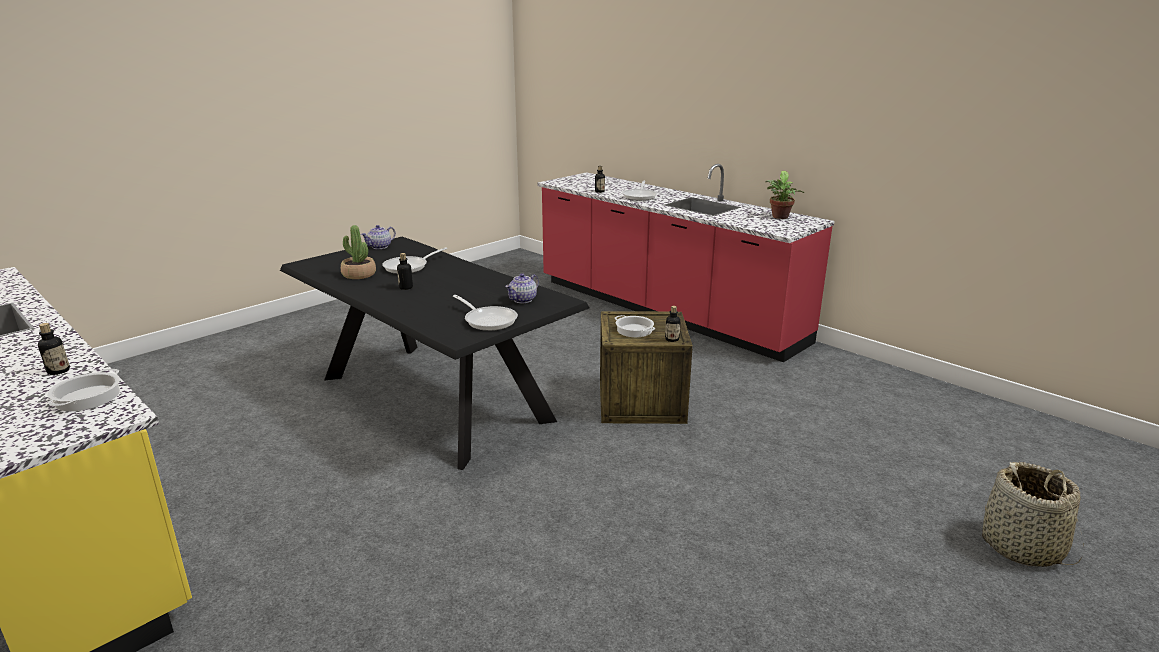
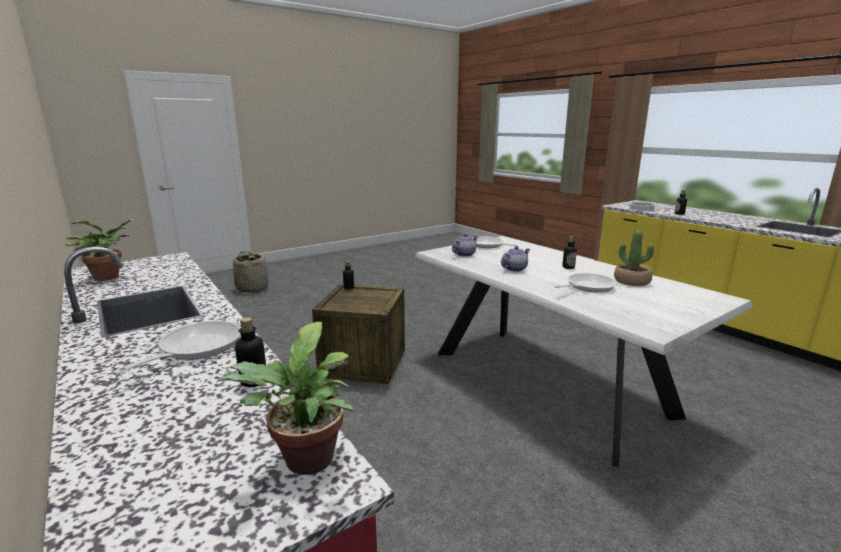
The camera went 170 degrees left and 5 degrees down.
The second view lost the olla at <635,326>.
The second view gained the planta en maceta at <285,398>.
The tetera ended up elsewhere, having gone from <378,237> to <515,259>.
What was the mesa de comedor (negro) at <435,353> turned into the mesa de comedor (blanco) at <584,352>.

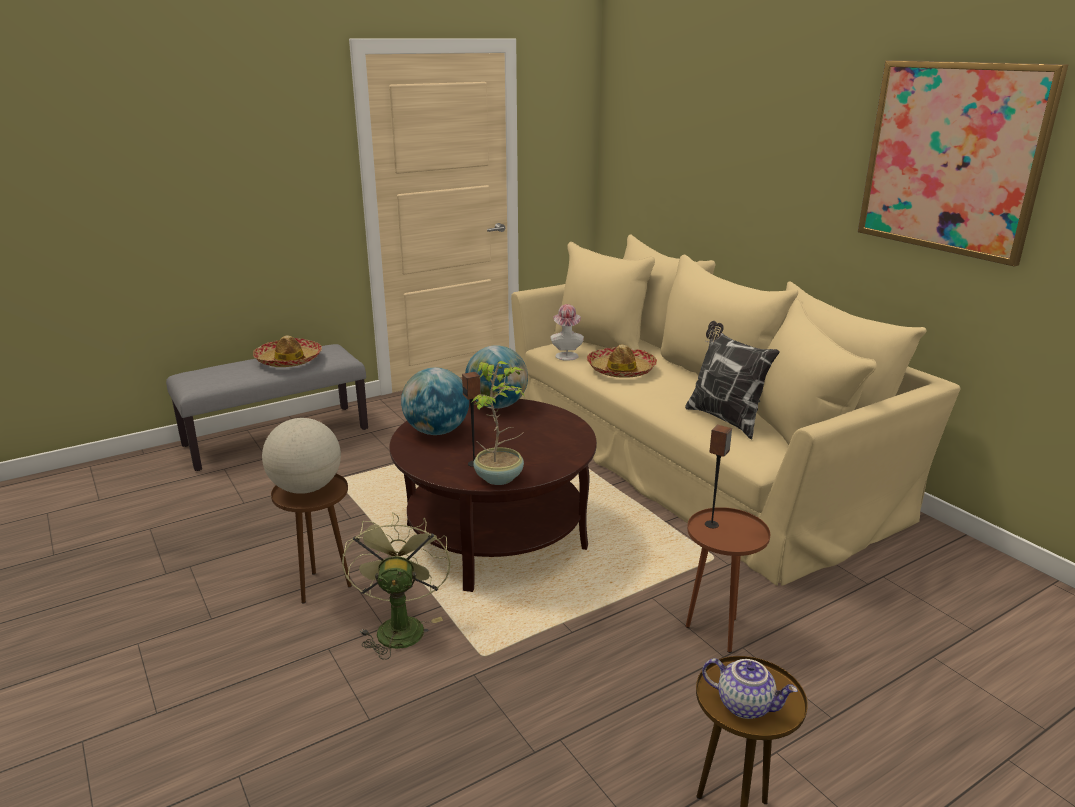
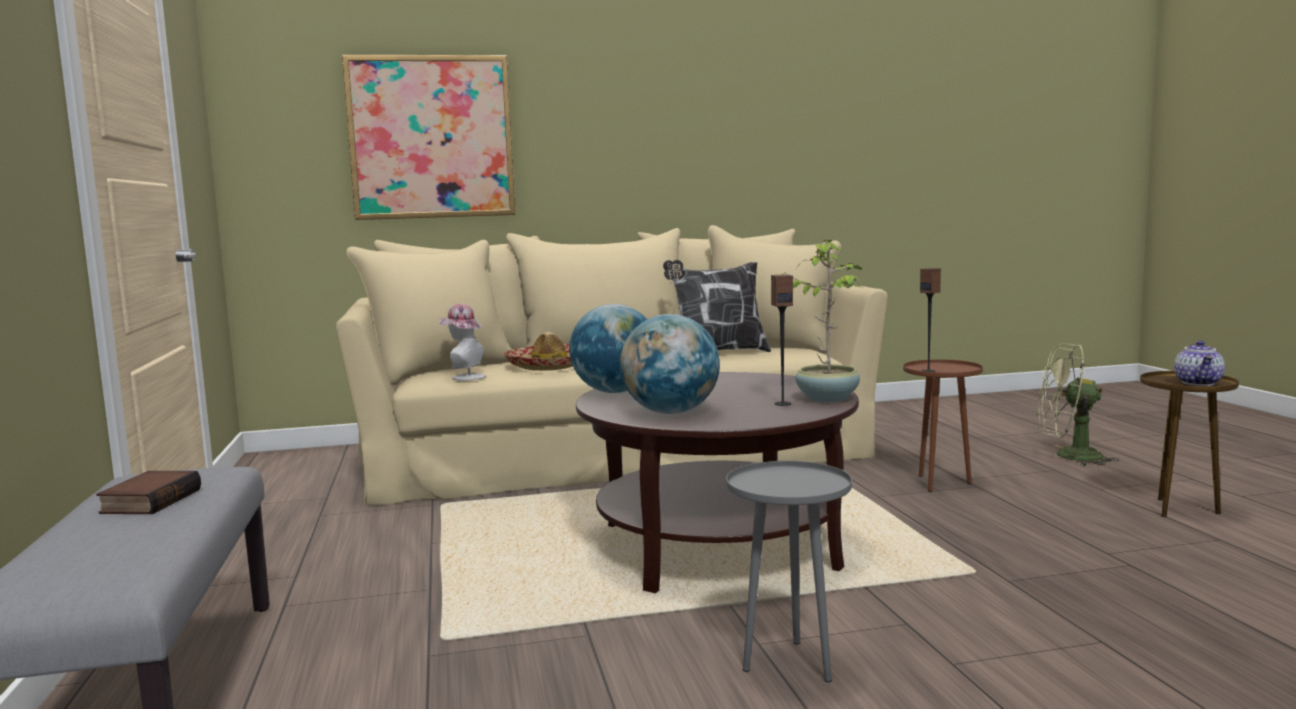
The camera went 70 degrees left and 15 degrees down.
The second view lost the globo terráqueo at <301,456>.
The ventilador (verde) ended up elsewhere, having gone from <396,586> to <1078,404>.
The cuadro ended up elsewhere, having gone from <963,163> to <428,137>.
Where the sombrero stood at <287,351>, the libro came to stand at <148,492>.
What was the mesa auxiliar (marrón) at <311,539> turned into the mesa auxiliar (gris) at <789,571>.
The tetera at <750,688> ended up facing another way, 150 degrees clockwise from before.

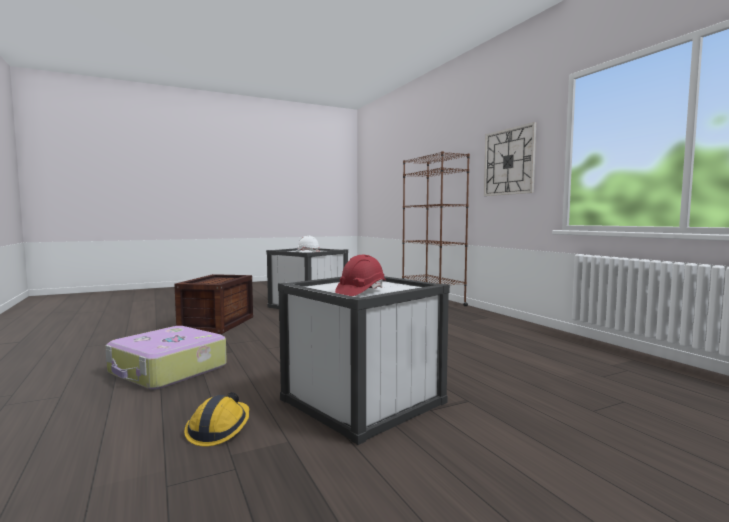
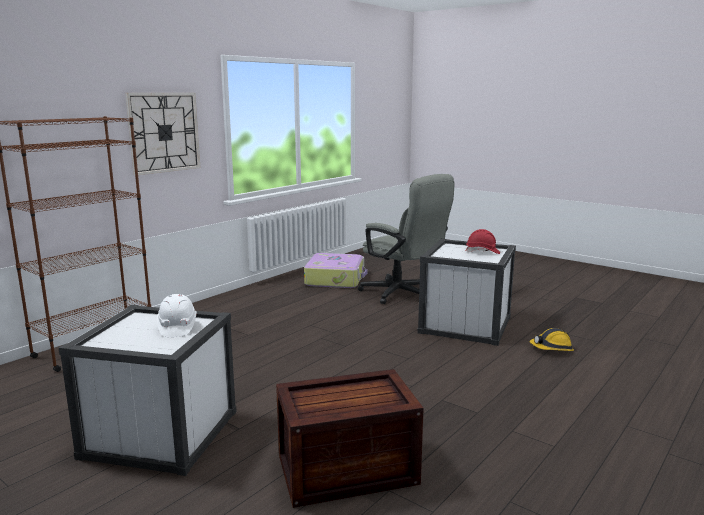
The camera went 115 degrees left and 10 degrees up.
The second view gained the silla de oficina (gris) at <406,239>.
The maleta ended up elsewhere, having gone from <166,357> to <336,270>.

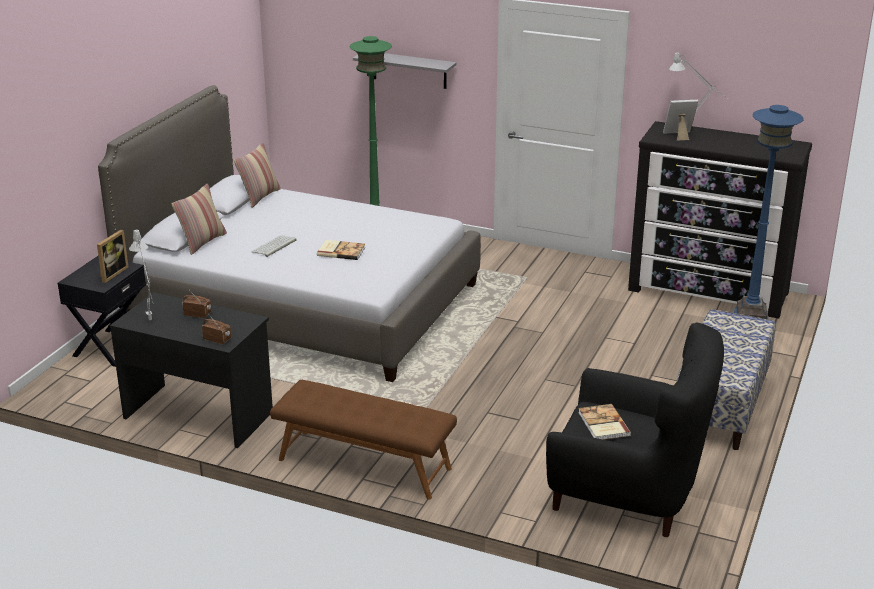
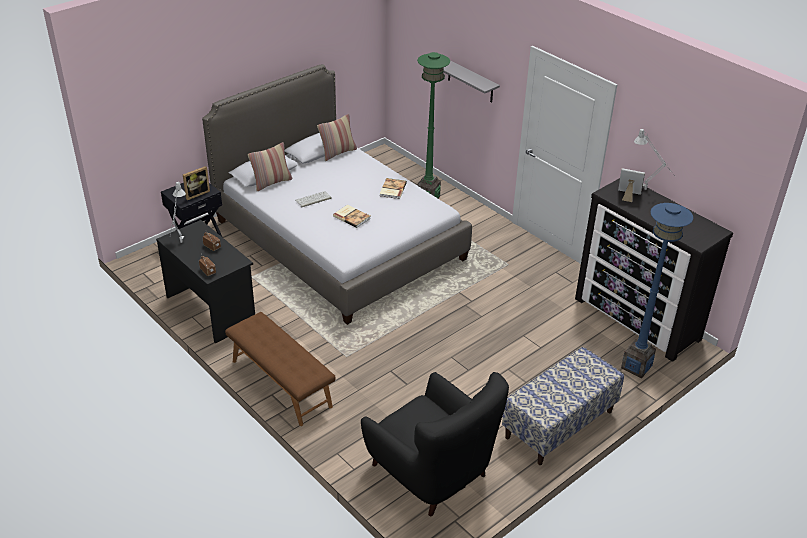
The camera went 25 degrees right and 10 degrees up.
The libro ended up elsewhere, having gone from <604,422> to <393,188>.

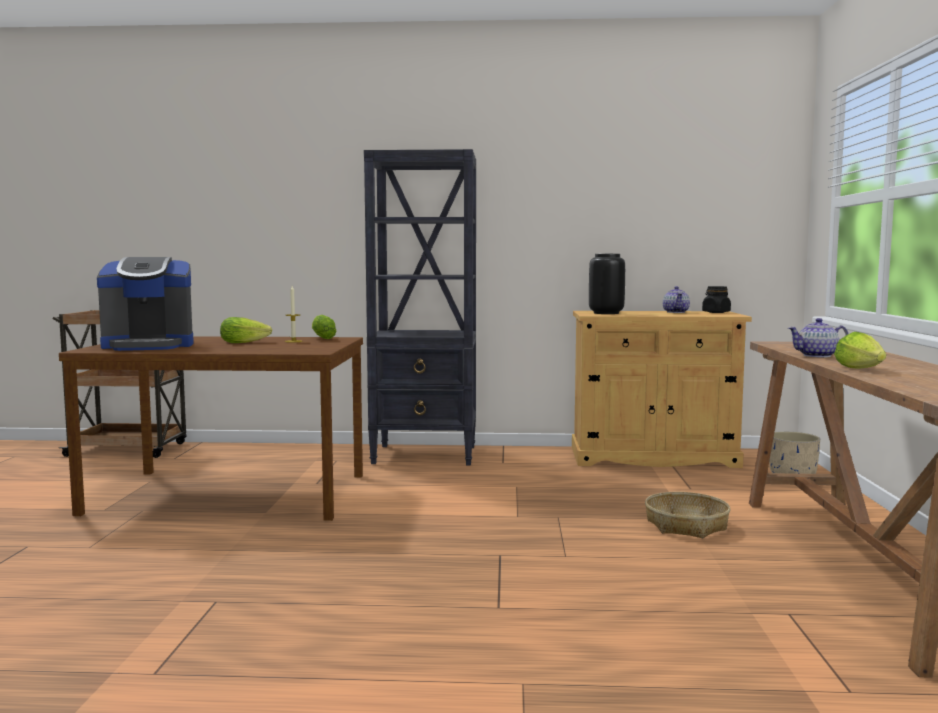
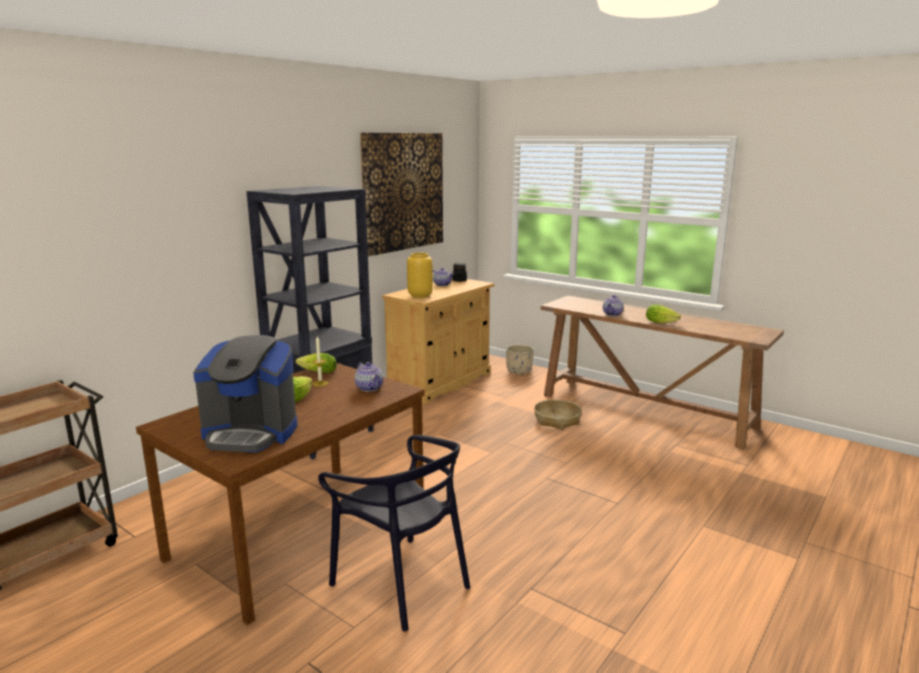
The camera went 55 degrees left and 10 degrees up.
The second view gained the silla (negro) at <394,533>.
The second view gained the tetera at <369,377>.
The second view gained the cuadro at <401,194>.
What was the florero (negro) at <607,284> turned into the florero (amarillo) at <420,275>.
The cafetera at <145,304> ended up facing another way, 75 degrees clockwise from before.

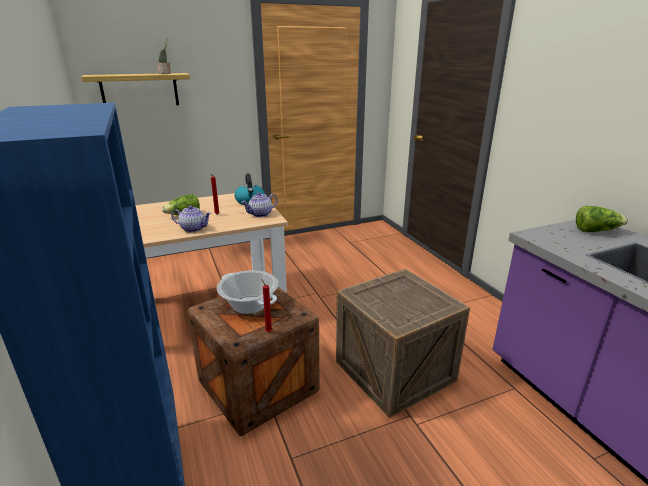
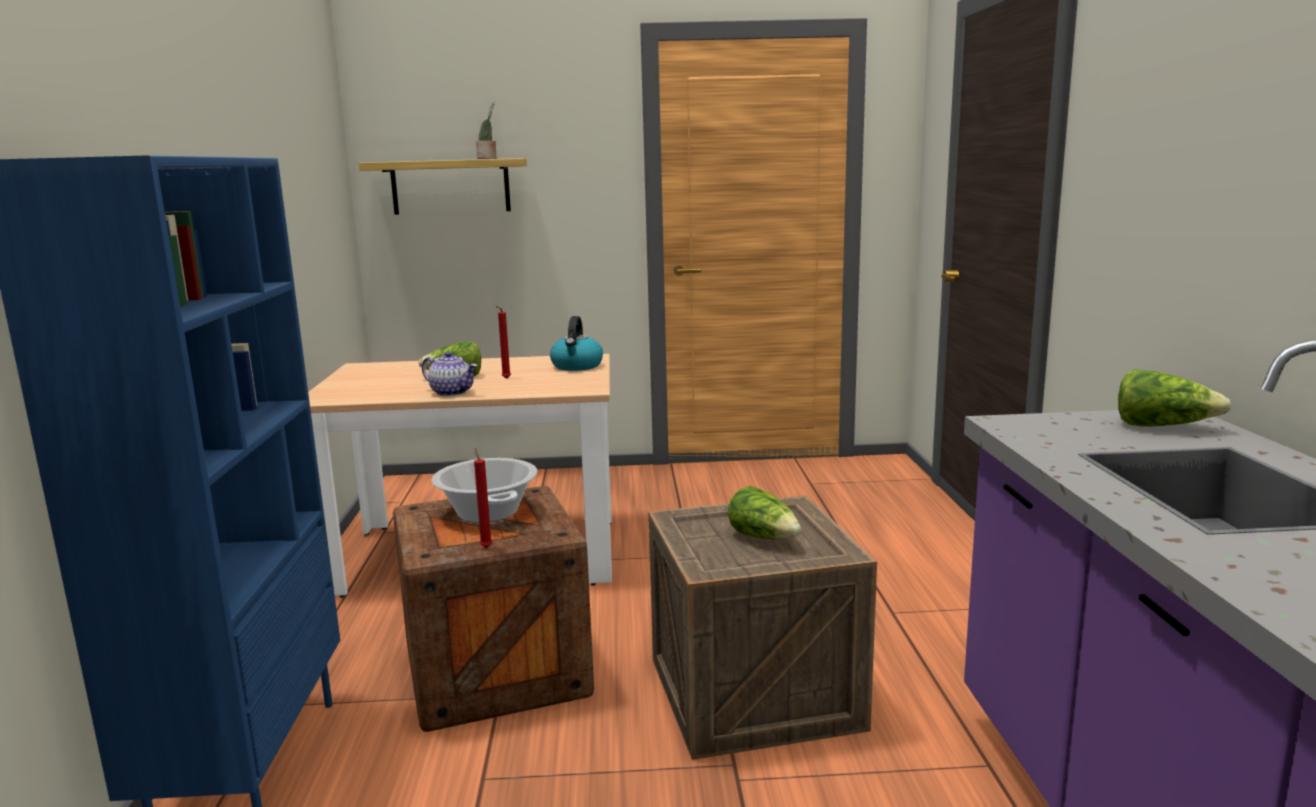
The camera went 20 degrees right and 10 degrees down.
The second view lost the tetera at <260,204>.
The second view gained the lechuga at <764,512>.

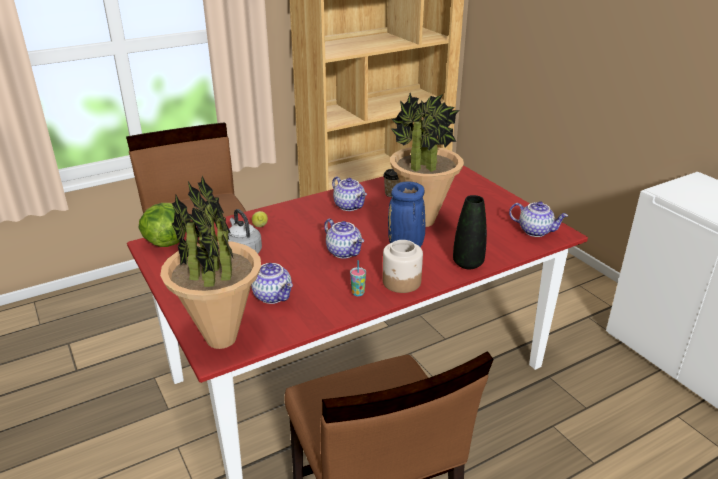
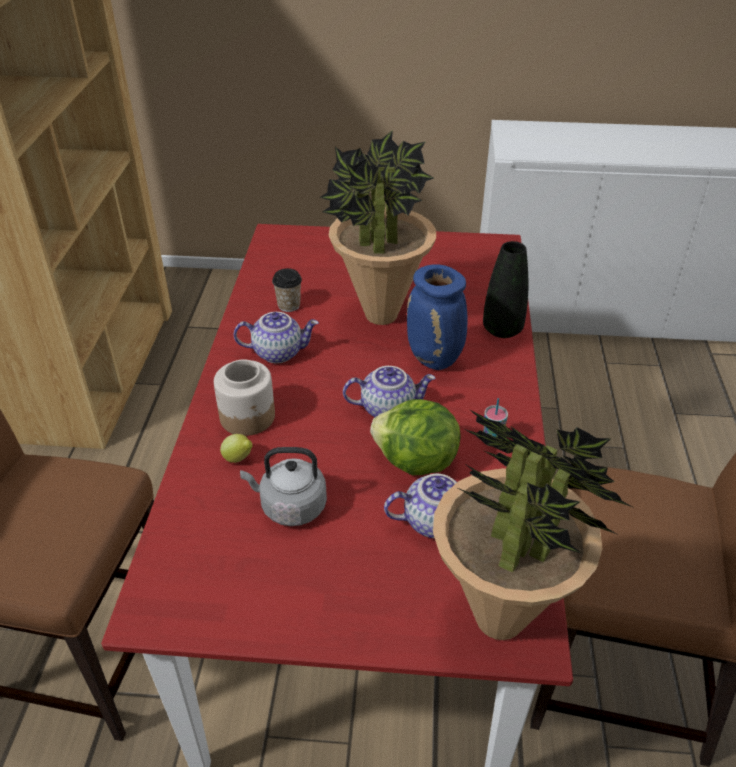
The camera went 55 degrees left and 10 degrees up.
The second view lost the tetera at <538,219>.
The lechuga ended up elsewhere, having gone from <162,225> to <415,437>.
The tarro ended up elsewhere, having gone from <402,266> to <244,397>.

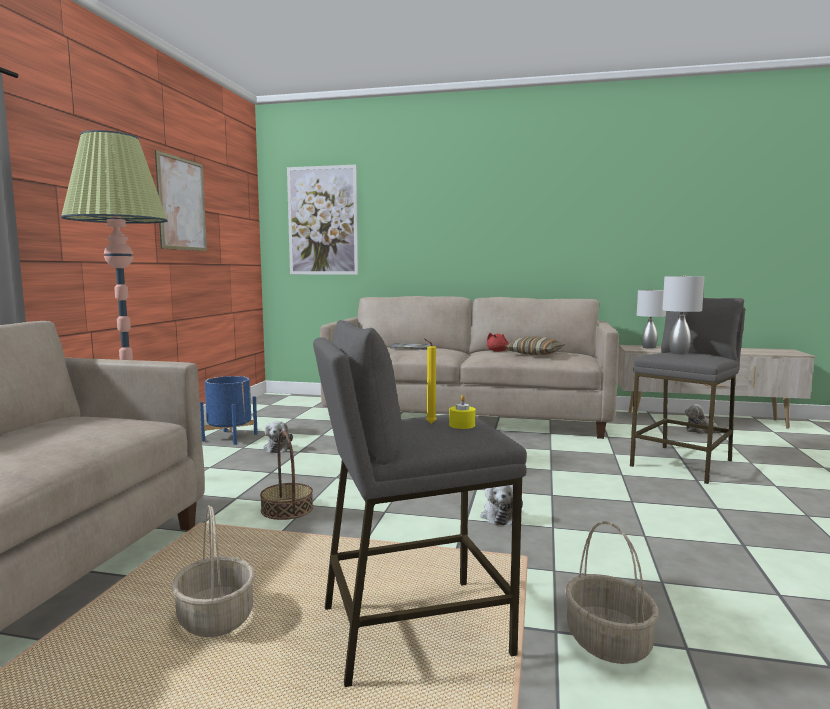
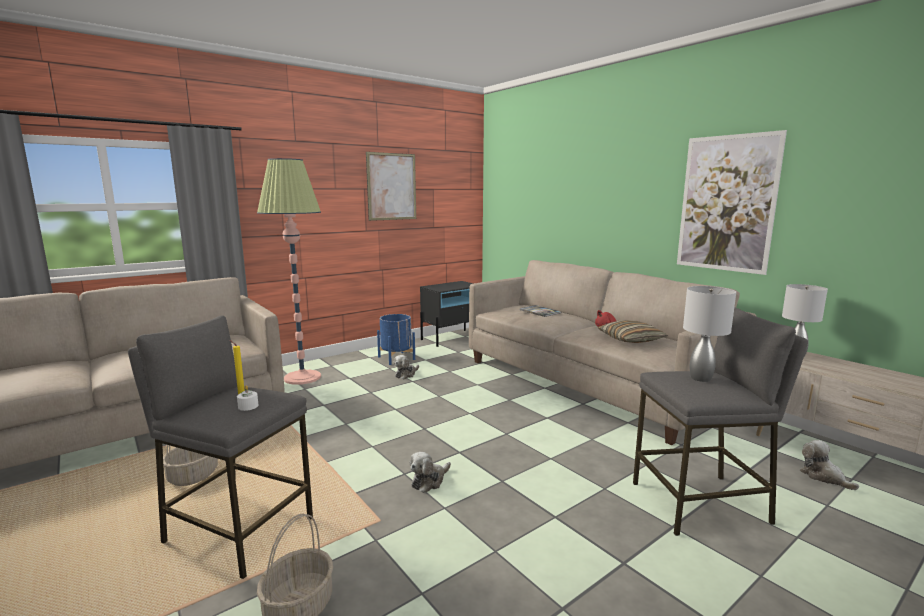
The camera went 40 degrees right and 5 degrees up.
The second view lost the cesta at <286,475>.
The second view gained the mesita de noche (negro) at <447,314>.
The cuadro ended up elsewhere, having gone from <322,219> to <732,202>.
What was the vela (amarillo) at <462,412> turned into the vela (blanco) at <247,398>.

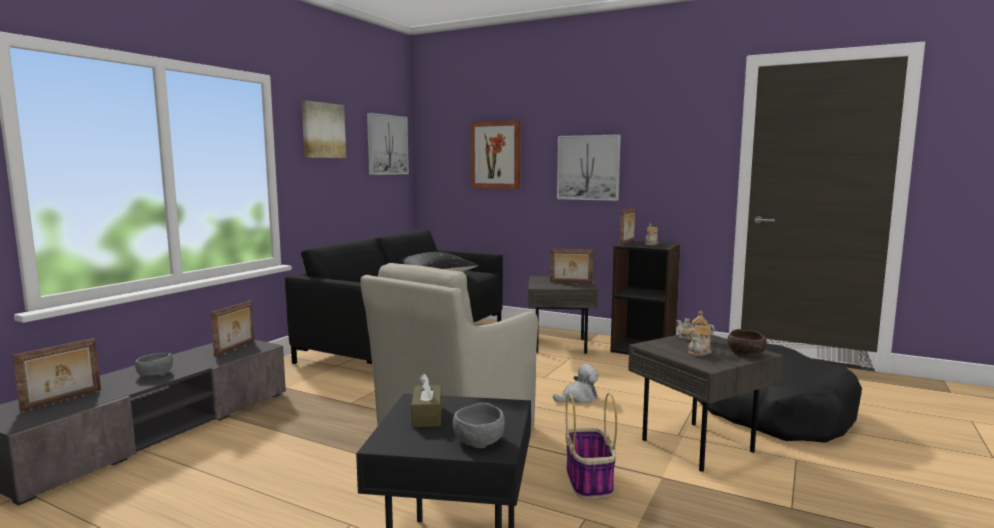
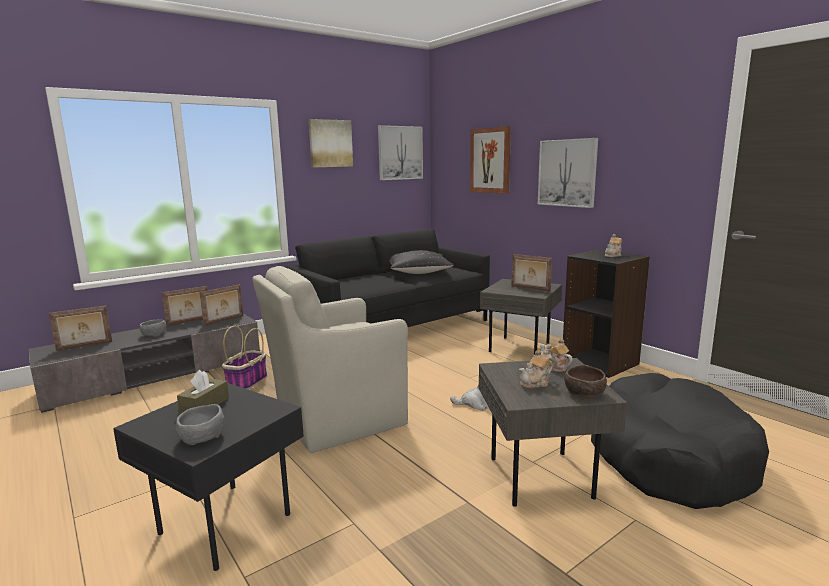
The camera went 25 degrees right and 5 degrees up.
The cesta ended up elsewhere, having gone from <591,446> to <244,357>.
The portarretratos ended up elsewhere, having gone from <628,227> to <185,306>.

